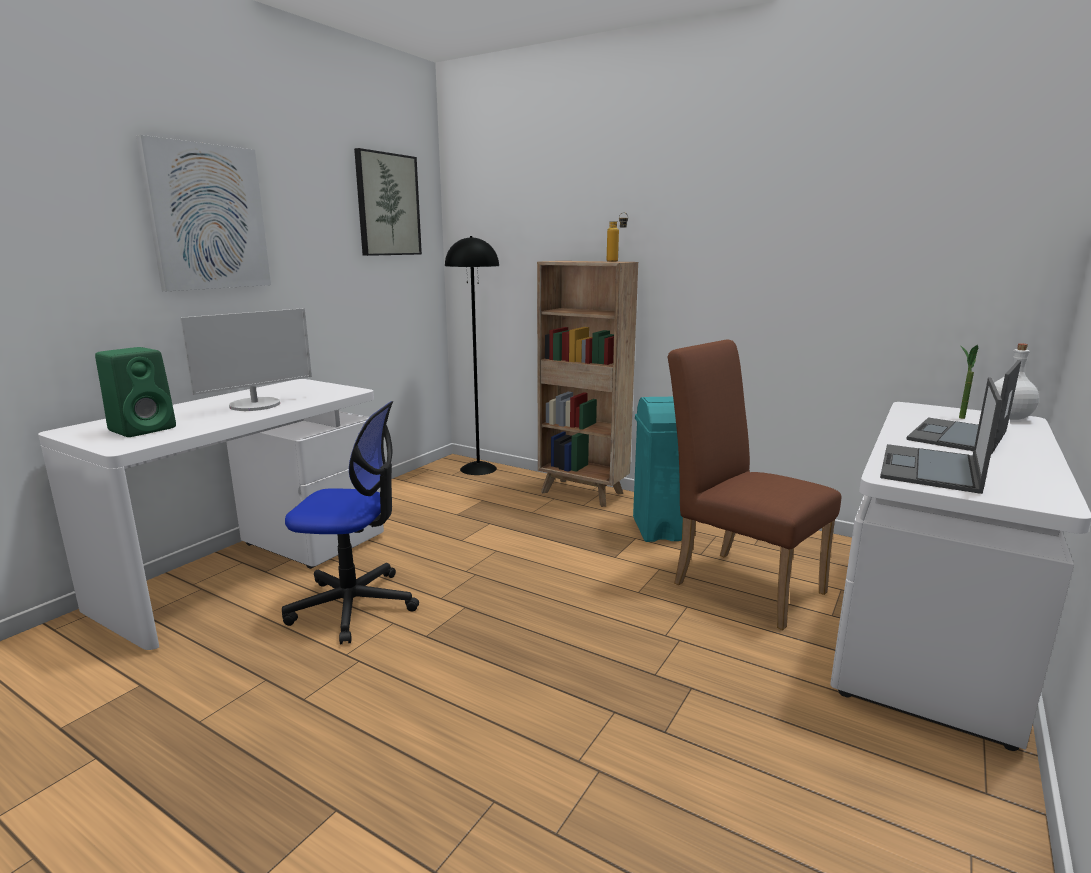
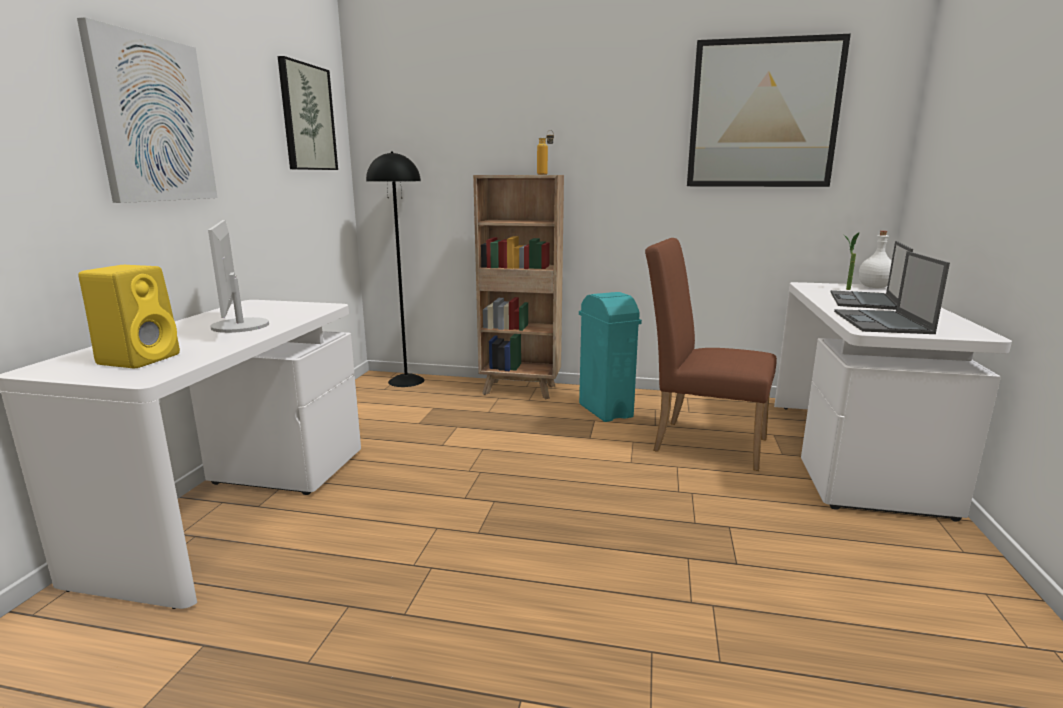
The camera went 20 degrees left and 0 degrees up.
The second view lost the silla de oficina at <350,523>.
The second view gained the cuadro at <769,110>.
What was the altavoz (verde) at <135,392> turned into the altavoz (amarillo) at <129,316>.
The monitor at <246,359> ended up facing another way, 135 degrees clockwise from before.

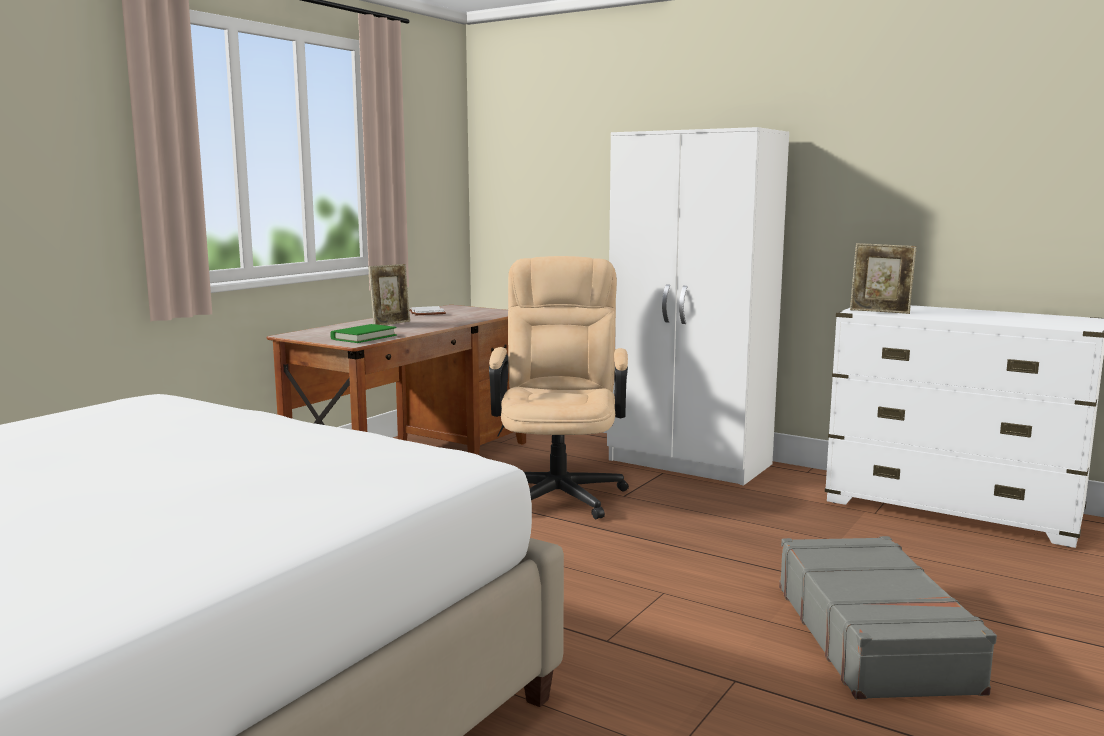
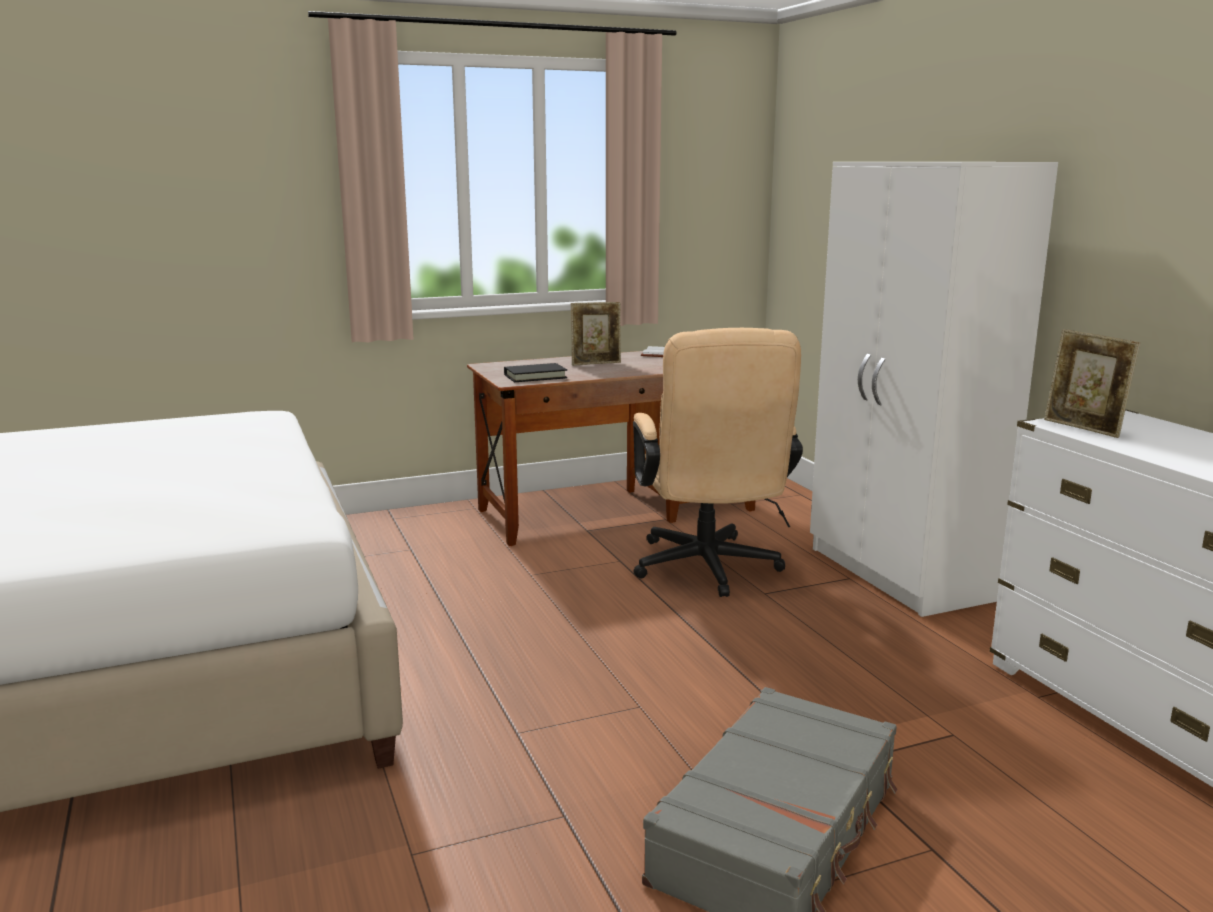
The camera went 35 degrees right and 5 degrees up.
What was the libro (verde) at <363,333> turned into the libro (negro) at <535,372>.
The silla de oficina (beis) at <559,387> ended up facing another way, 135 degrees clockwise from before.

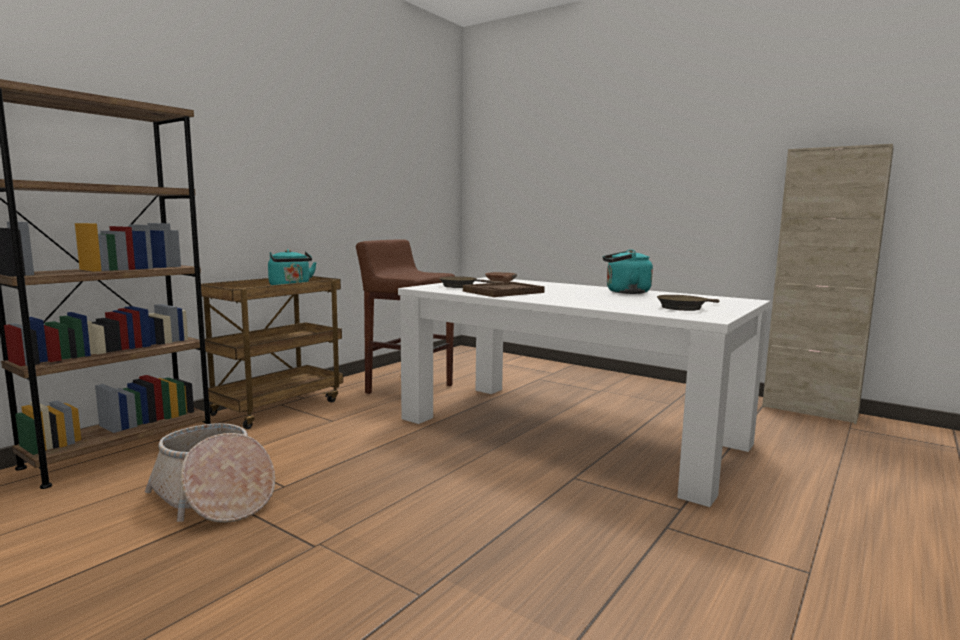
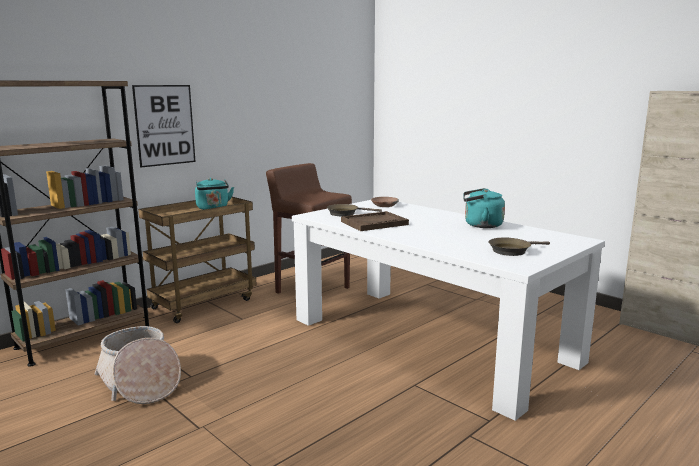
The camera went 10 degrees right and 5 degrees up.
The second view gained the cuadro at <164,126>.

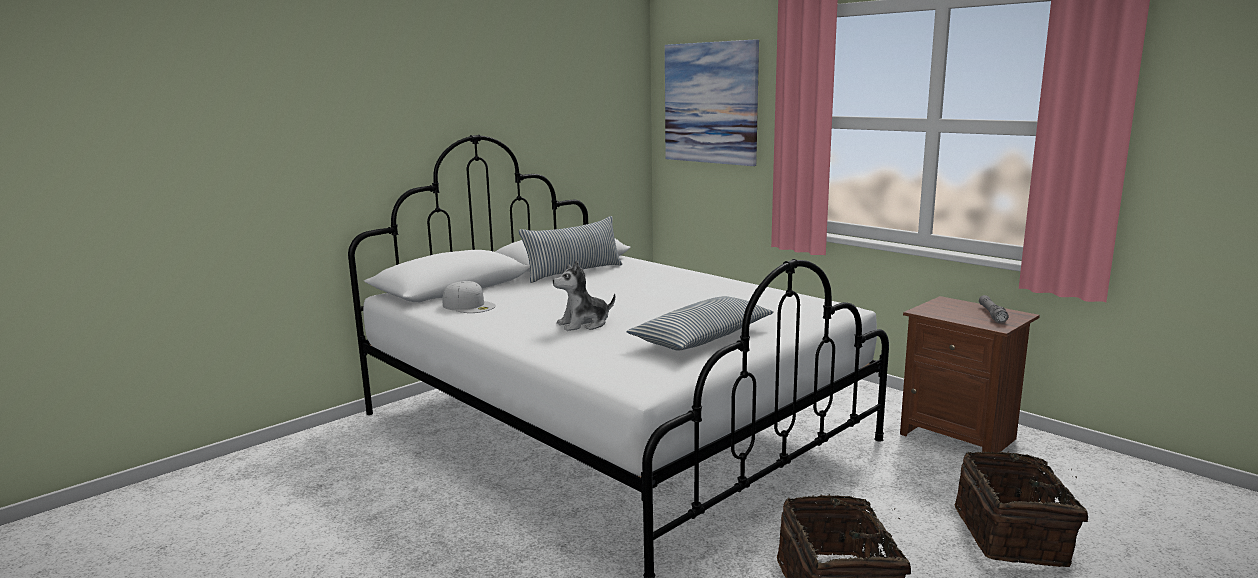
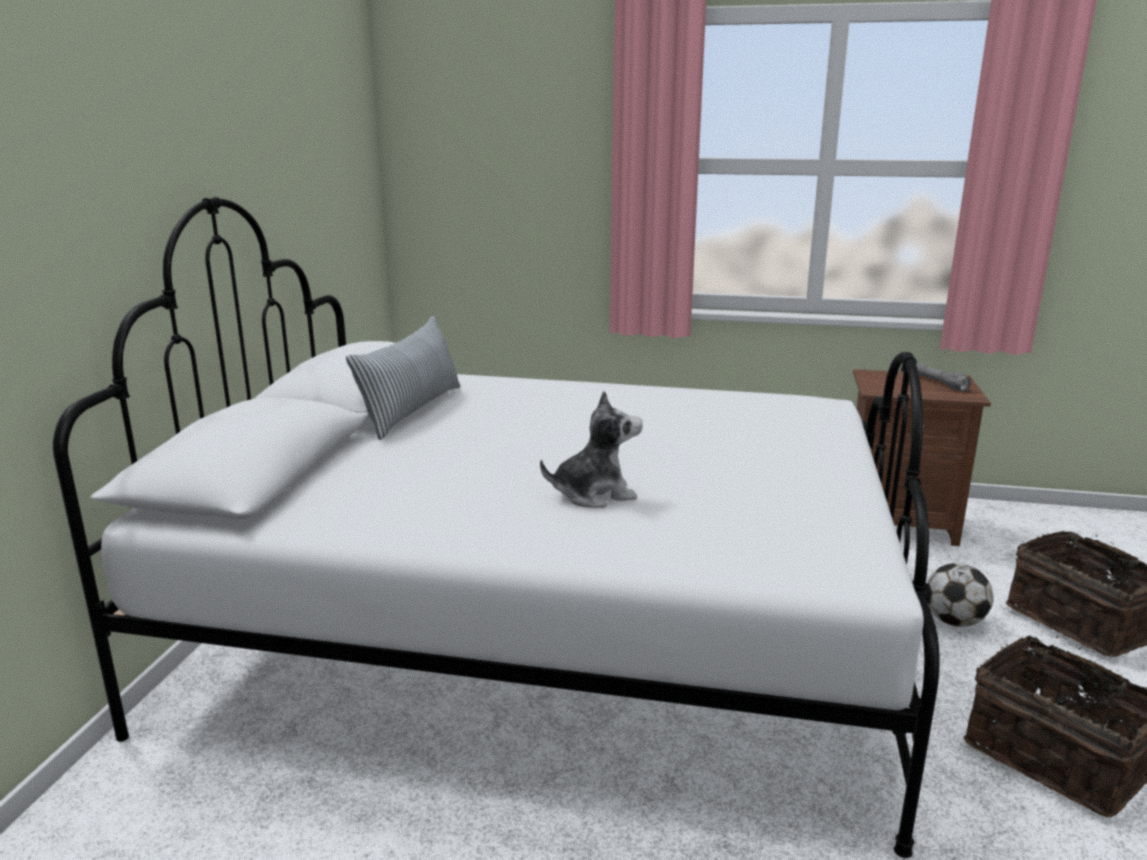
The camera went 35 degrees left and 5 degrees up.
The second view lost the gorra (blanco) at <469,297>.
The second view lost the cojín at <700,323>.
The second view lost the cuadro at <712,102>.
The second view gained the balón de fútbol at <959,595>.
The peluche at <584,295> ended up facing another way, 135 degrees counterclockwise from before.

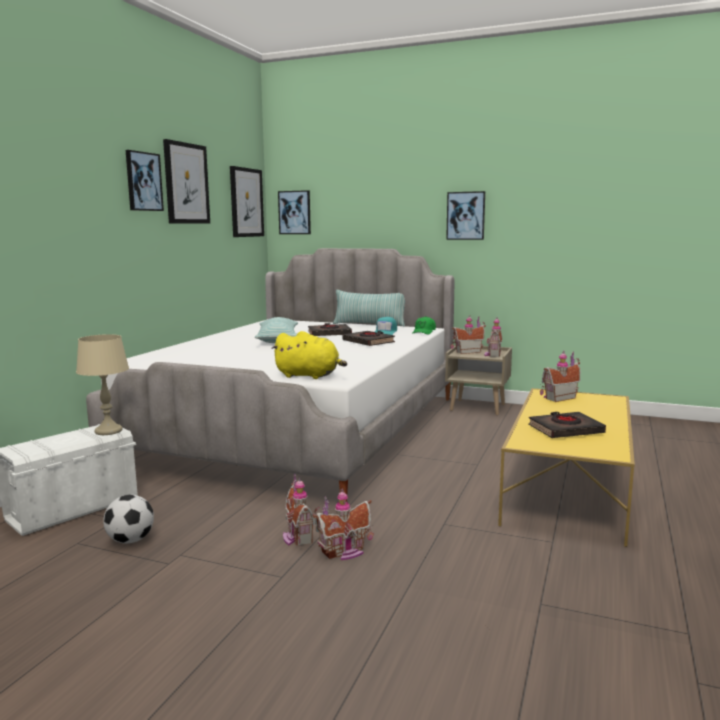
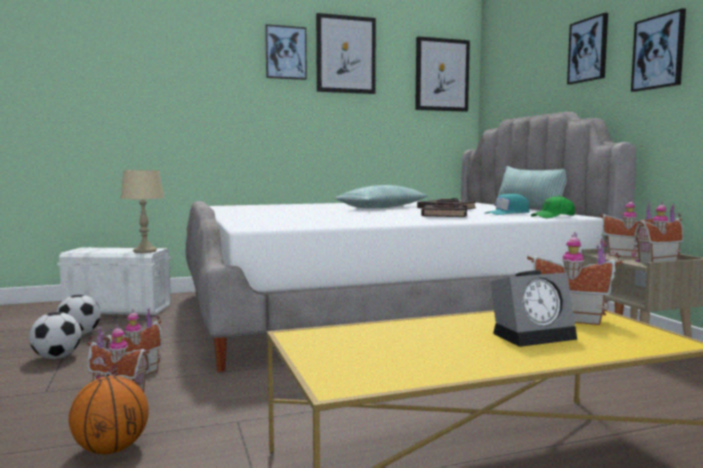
The camera went 50 degrees right and 5 degrees down.
The second view lost the peluche (amarillo) at <309,355>.
The second view lost the libro (negro) at <567,425>.
The second view gained the balón de fútbol at <55,335>.
The second view gained the balón de baloncesto at <109,415>.
The second view gained the despertador at <533,308>.
The cuadro ended up elsewhere, having gone from <294,212> to <587,49>.

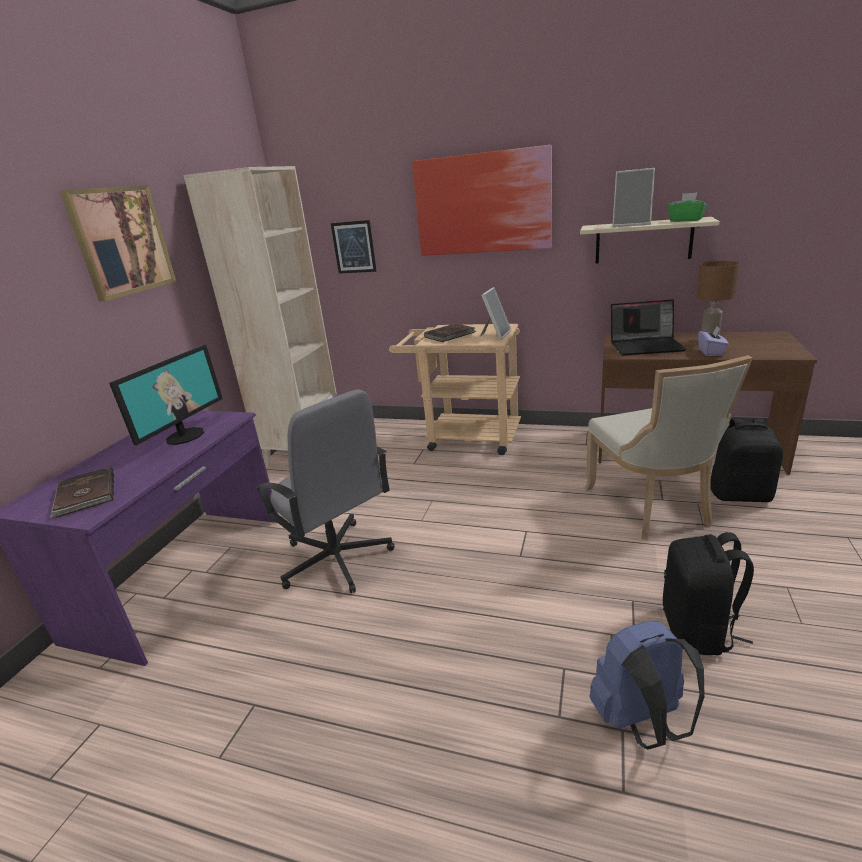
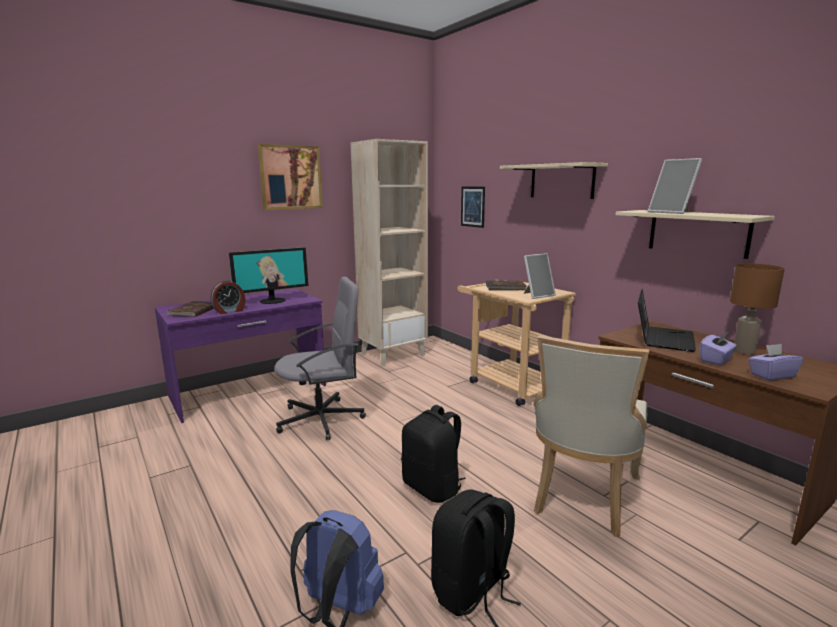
The camera went 35 degrees right and 10 degrees down.
The second view lost the caja de pañuelos (verde) at <687,207>.
The second view gained the despertador at <228,297>.
The second view gained the caja de pañuelos (morado) at <776,362>.
The mochila (negro) ended up elsewhere, having gone from <746,460> to <433,454>.
Where the cuadro hung at <482,200>, the estante (beis) came to hang at <554,180>.
The silla de oficina (gris) at <324,491> ended up facing another way, 105 degrees counterclockwise from before.
The portátil at <649,327> ended up facing another way, 105 degrees counterclockwise from before.

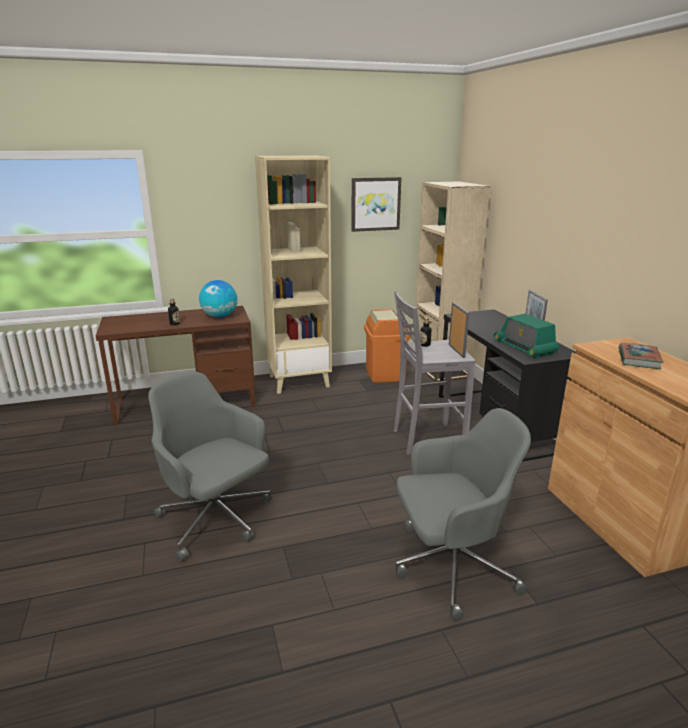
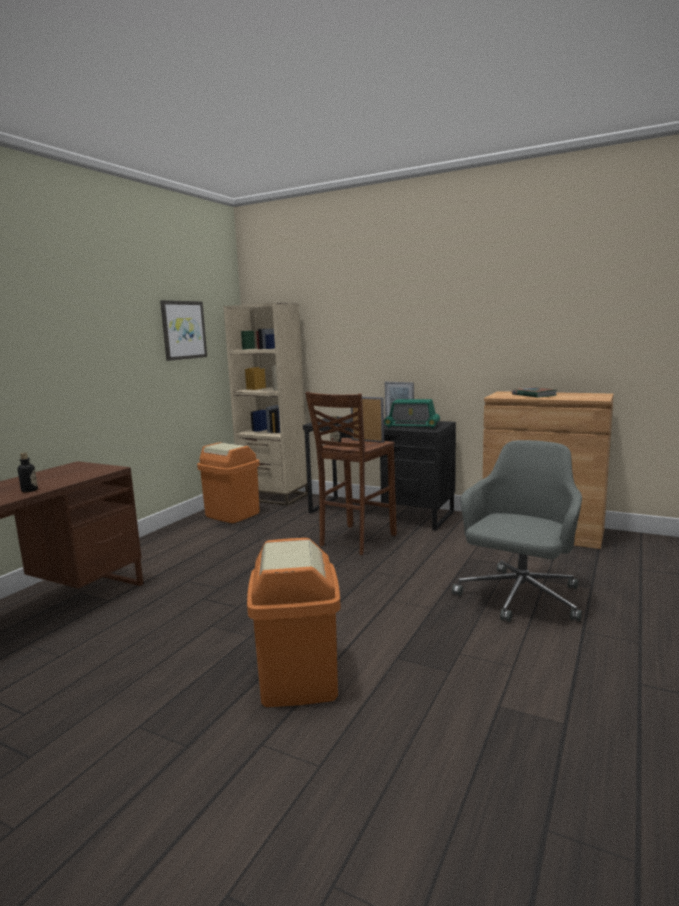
The camera went 45 degrees left and 10 degrees down.
The second view lost the globo terráqueo at <218,299>.
The second view lost the estantería (beis) at <293,274>.
Where the silla de oficina (gris) stood at <210,467>, the papelera (naranja) came to stand at <294,622>.
What was the taburete (gris) at <434,373> turned into the taburete (marrón) at <351,473>.

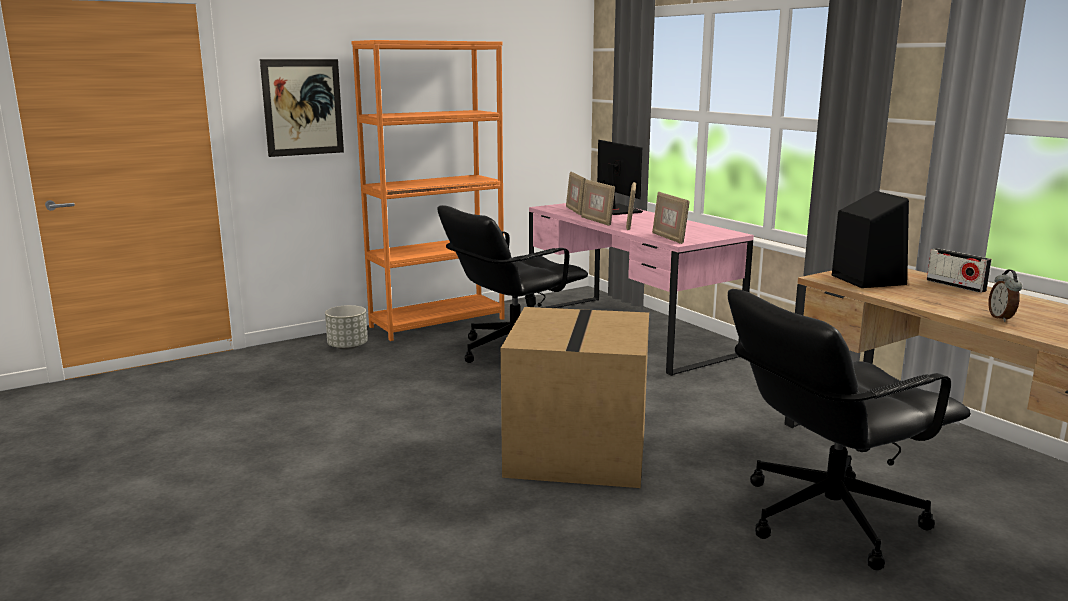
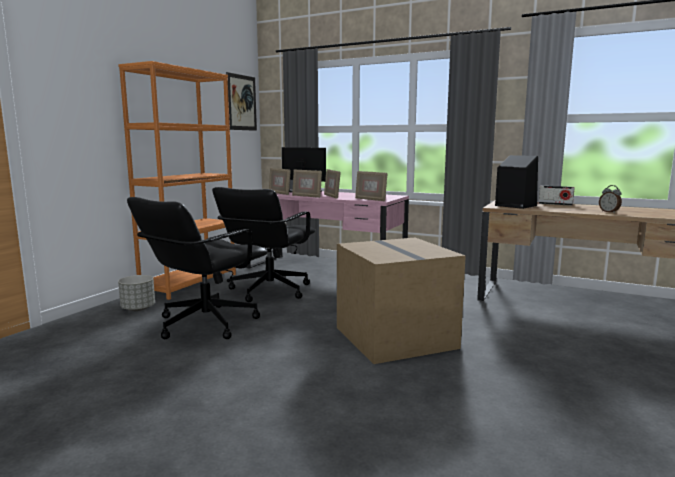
The camera went 30 degrees left and 5 degrees down.
The cuadro ended up elsewhere, having gone from <302,108> to <241,101>.
The silla de oficina (negro) ended up elsewhere, having gone from <849,429> to <197,268>.

